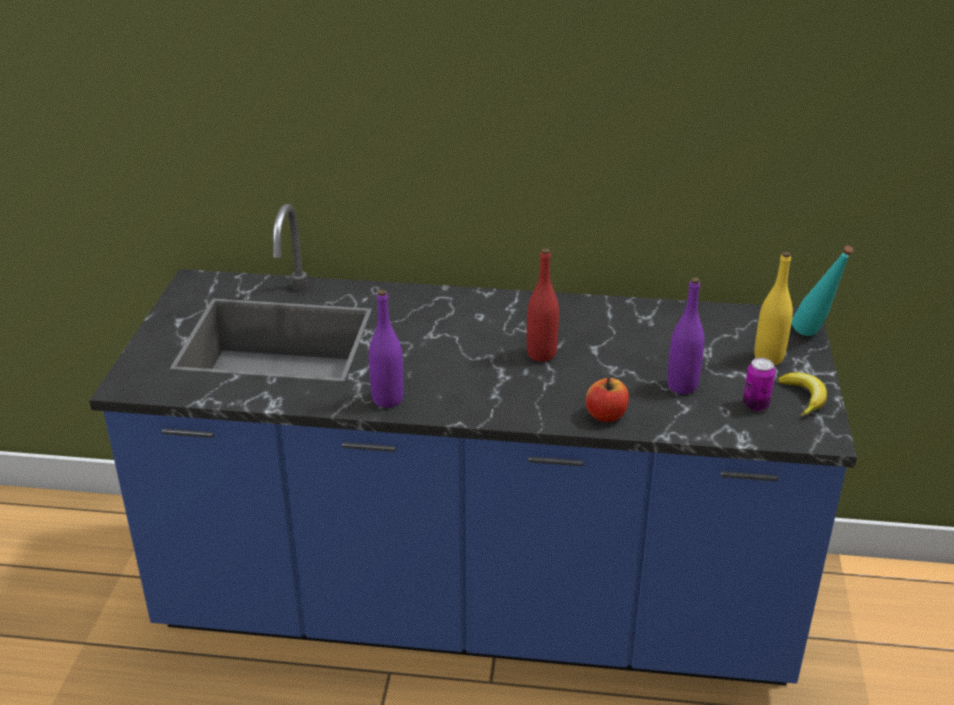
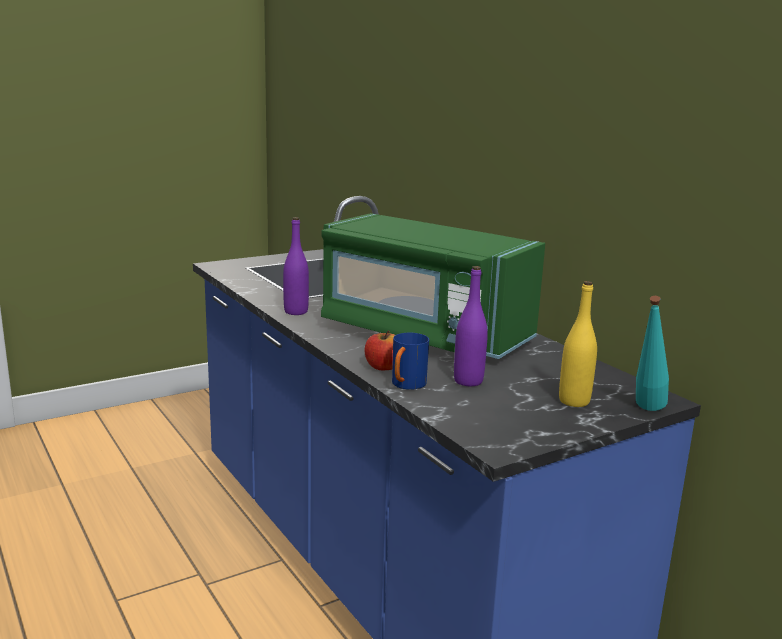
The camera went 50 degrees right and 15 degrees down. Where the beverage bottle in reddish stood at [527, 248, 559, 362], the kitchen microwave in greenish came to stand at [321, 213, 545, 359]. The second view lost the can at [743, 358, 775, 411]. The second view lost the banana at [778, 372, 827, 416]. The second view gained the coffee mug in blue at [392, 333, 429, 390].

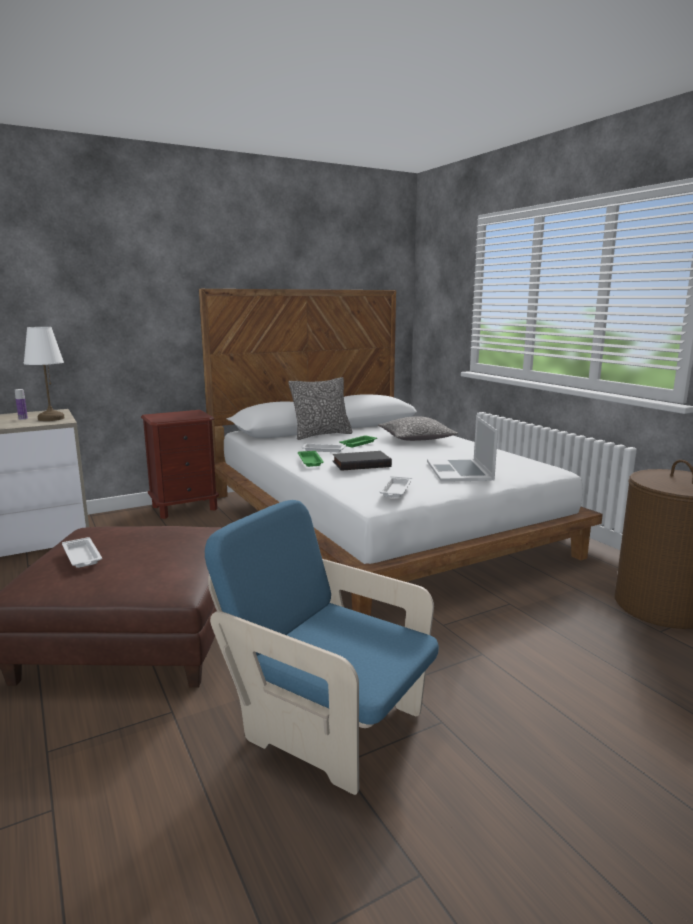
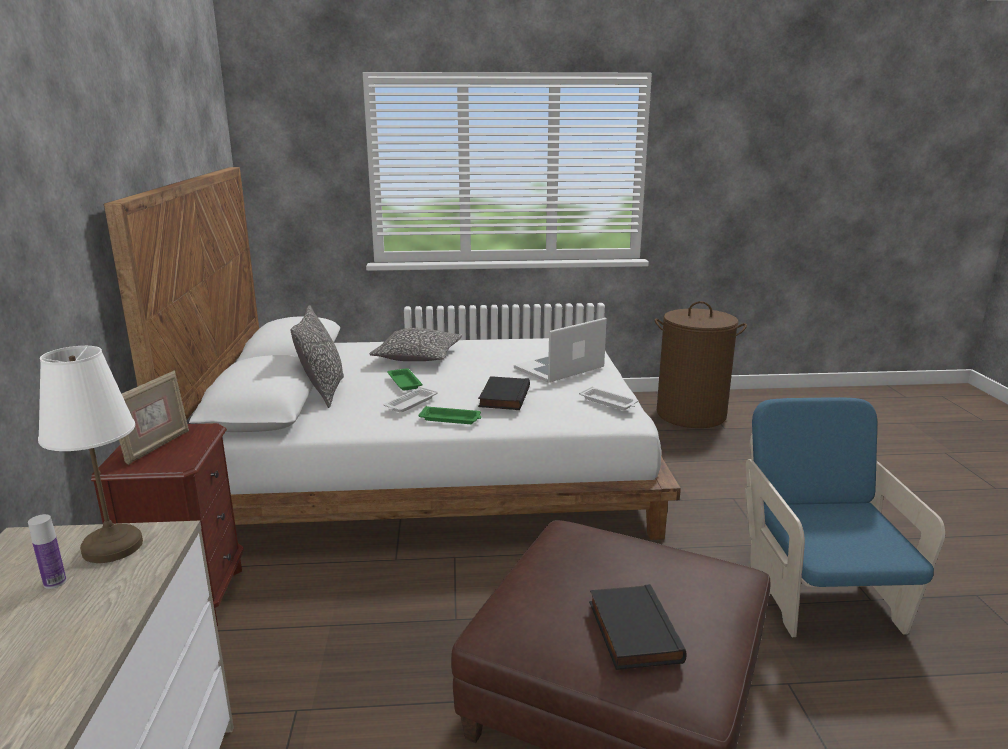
The camera went 65 degrees left and 5 degrees up. The portable computer at [427, 416, 498, 482] ended up facing another way, 120 degrees clockwise from before. The armchair in blue at [205, 500, 439, 795] ended up facing another way, 120 degrees clockwise from before. Where the serving tray in whitish stood at [62, 537, 102, 568], the book in black came to stand at [589, 584, 687, 670]. The second view gained the photo frame at [119, 371, 189, 465].

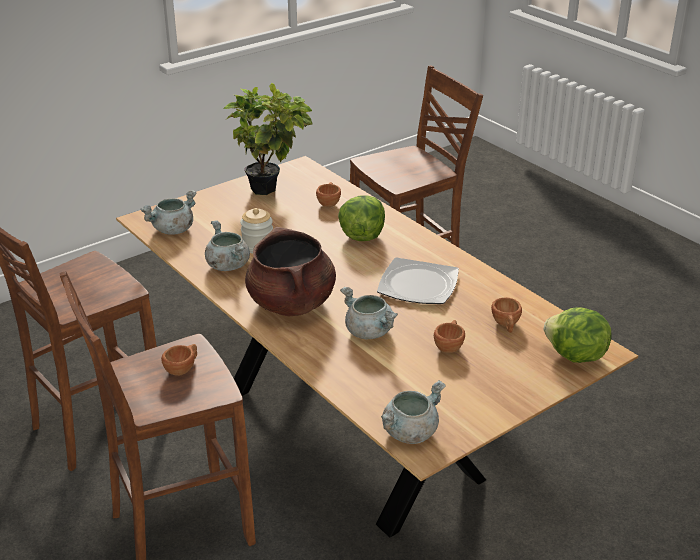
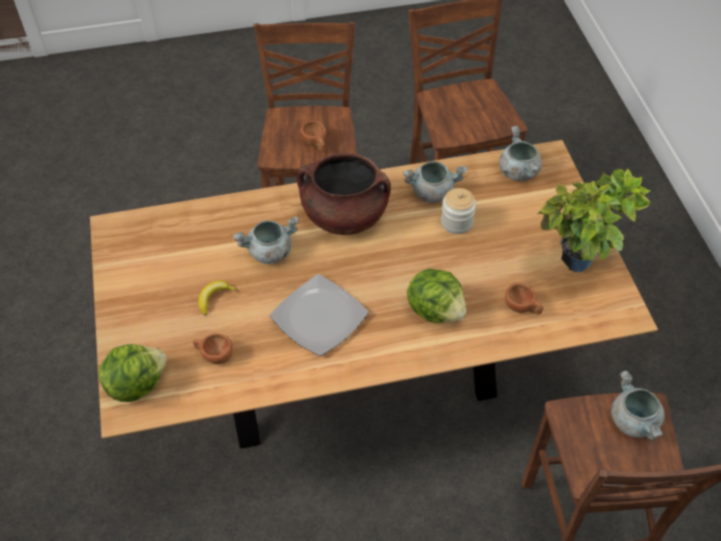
The camera went 115 degrees right and 20 degrees up. Where the drinking cup in brown stood at [434, 320, 465, 353], the banana came to stand at [198, 280, 238, 315]. The saucepot in grey ended up elsewhere, having gone from [381, 380, 445, 444] to [611, 371, 665, 441].

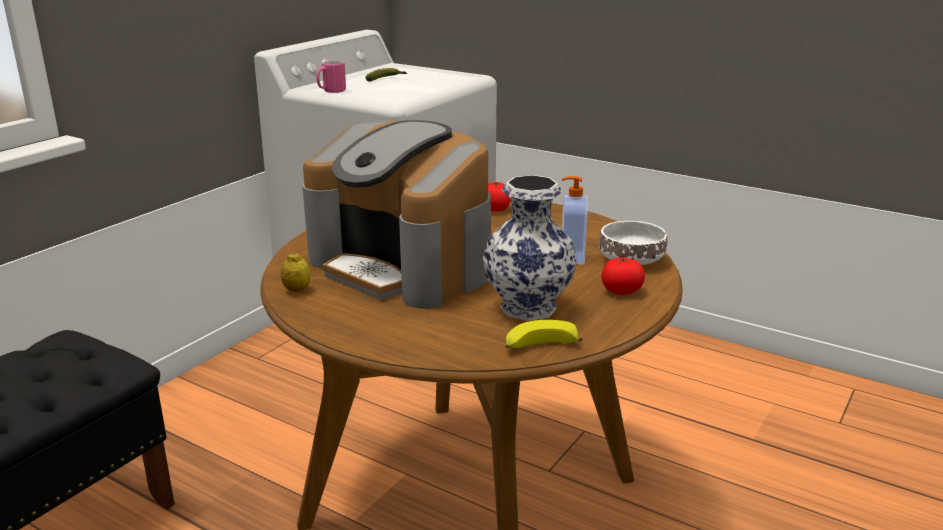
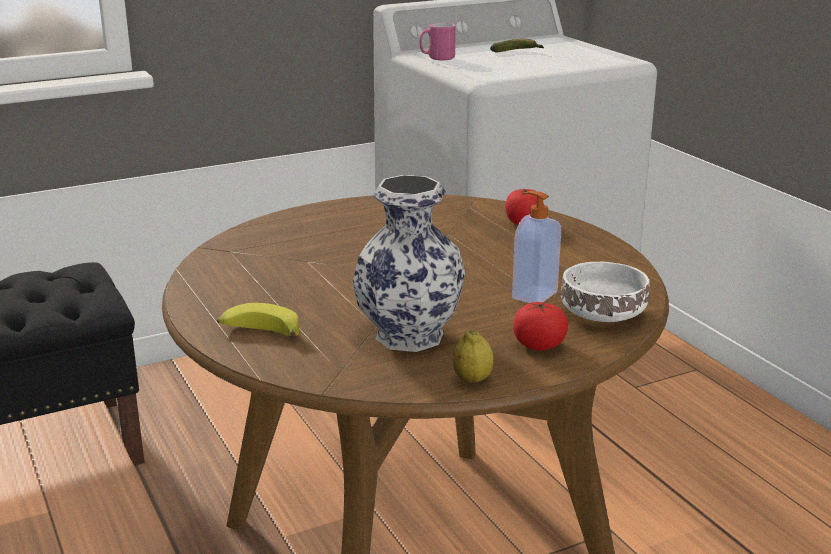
The camera went 30 degrees right and 0 degrees up. The second view lost the coffee maker at [302, 120, 491, 309]. The citrus fruit ended up elsewhere, having gone from [281, 252, 311, 292] to [453, 330, 493, 383]. The banana ended up elsewhere, having gone from [505, 320, 582, 348] to [217, 303, 299, 336].

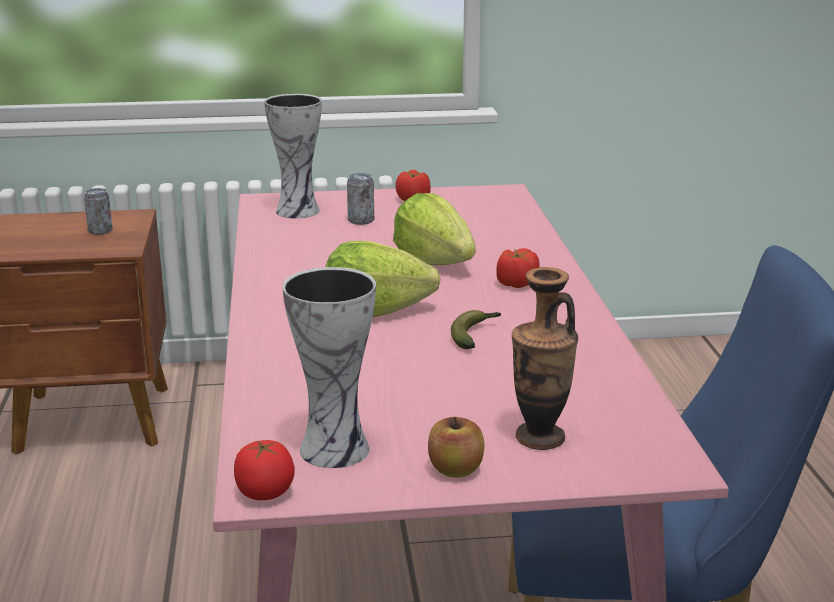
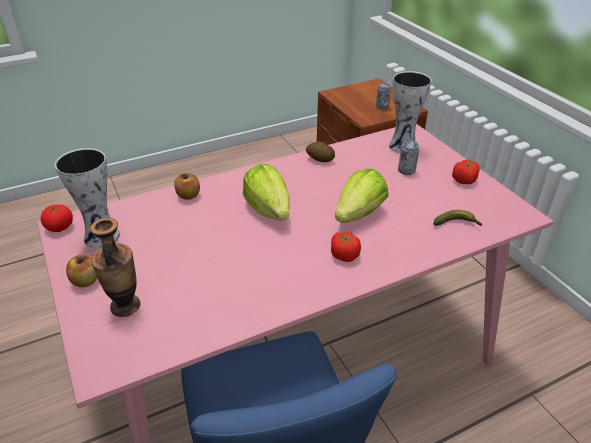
The camera went 70 degrees right and 15 degrees up. The banana ended up elsewhere, having gone from [451, 310, 501, 349] to [434, 210, 483, 226]. The second view gained the potato at [306, 142, 335, 162]. The second view gained the apple at [174, 173, 200, 200].

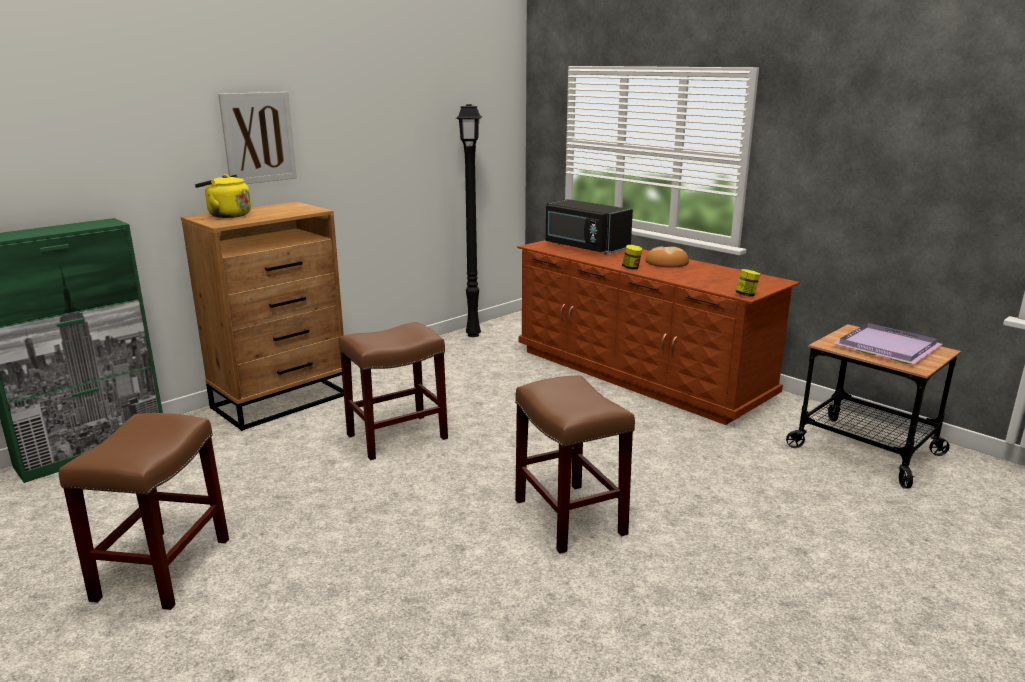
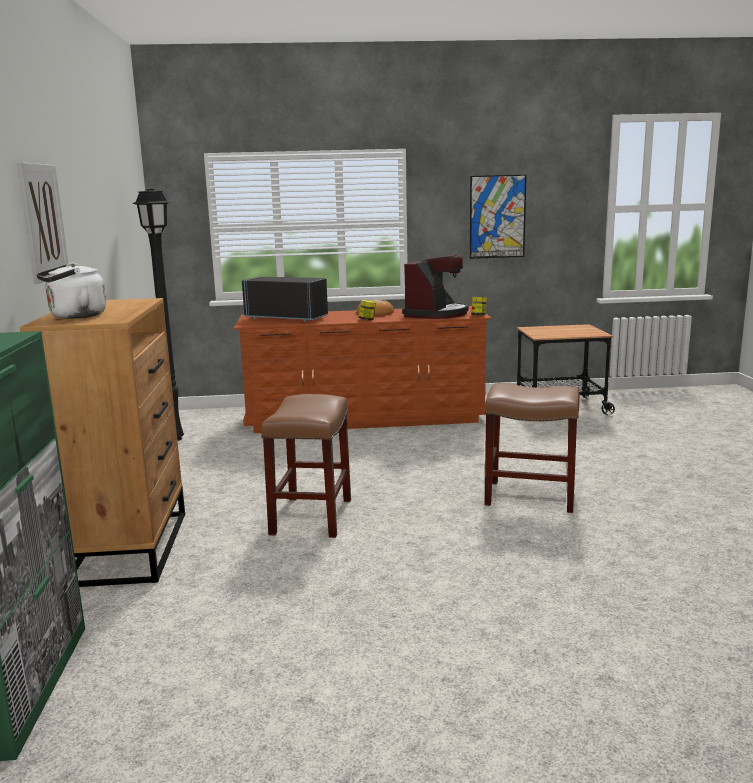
The camera went 50 degrees left and 5 degrees down. What was the tea kettle in yellowish at [195, 174, 251, 218] turned into the tea kettle in whitish at [36, 263, 106, 319]. The kitchen microwave in black at [546, 199, 633, 255] ended up facing another way, 150 degrees counterclockwise from before. The second view lost the serving tray in purple at [833, 323, 942, 364]. The second view lost the stool seat in brown at [59, 413, 229, 610]. The second view gained the wall art at [470, 175, 527, 259]. The second view gained the coffee maker at [402, 254, 469, 319].

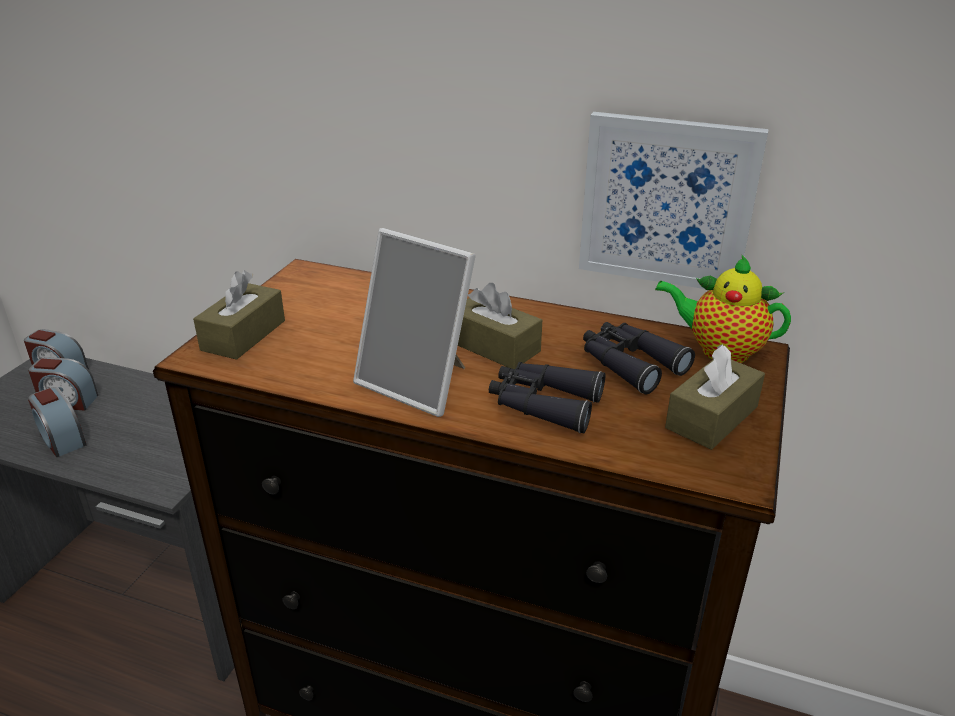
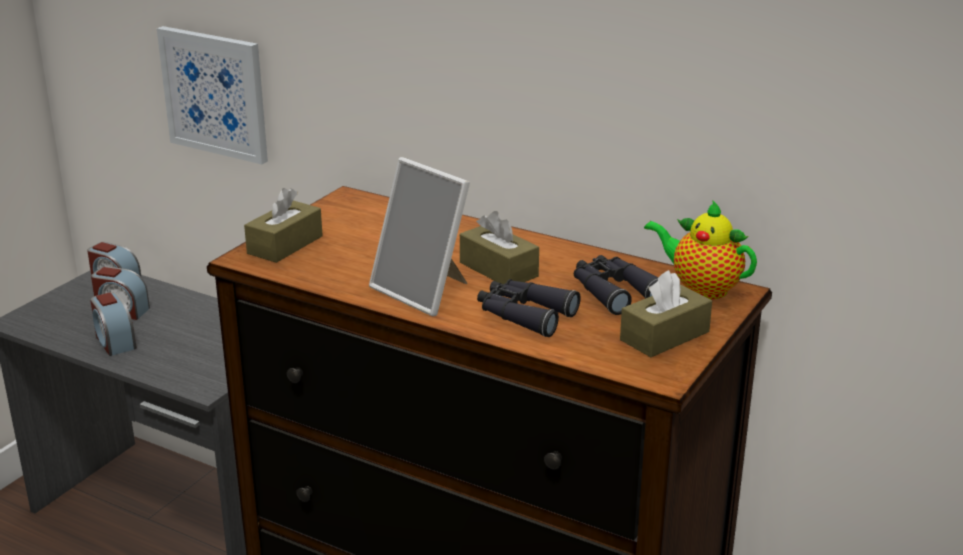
The camera went 10 degrees right and 5 degrees down. The wall art ended up elsewhere, having gone from [579, 112, 769, 289] to [157, 26, 268, 164].

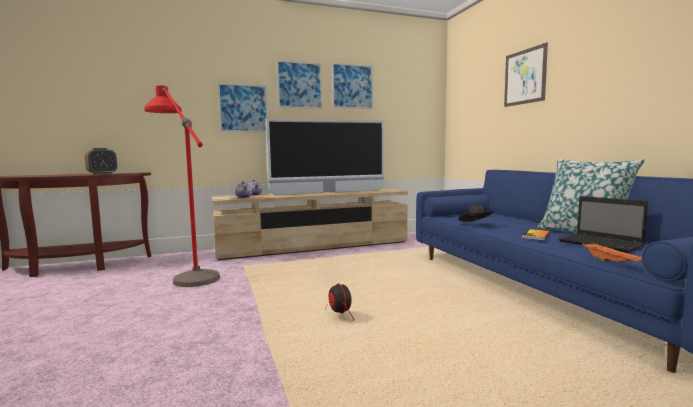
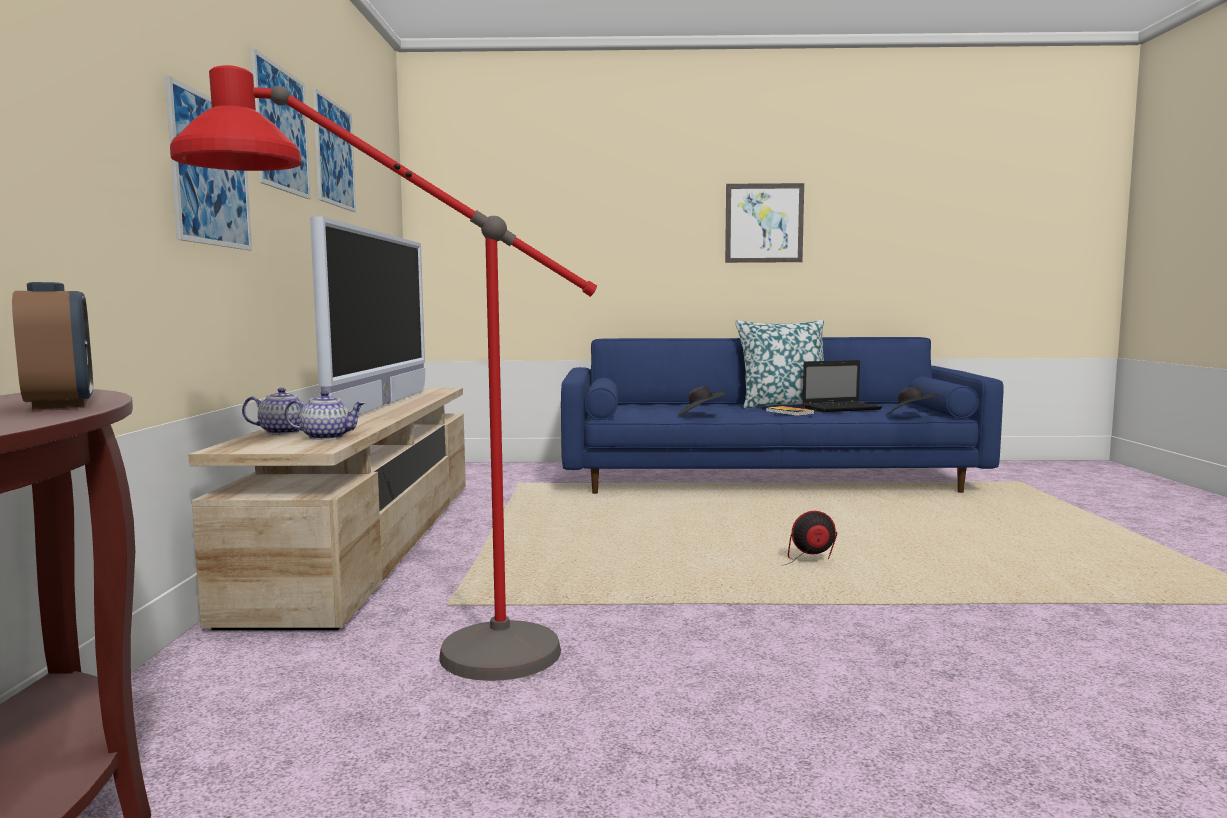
The camera went 70 degrees left and 0 degrees up. The wall art ended up elsewhere, having gone from [504, 42, 548, 107] to [725, 183, 804, 263]. Where the serving tray in orange stood at [582, 243, 642, 262], the hat in black came to stand at [887, 386, 938, 415].

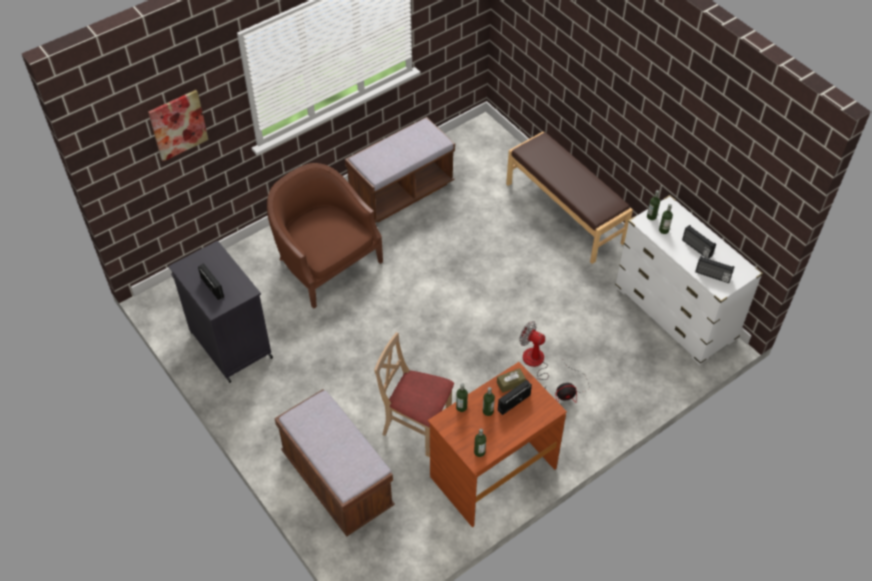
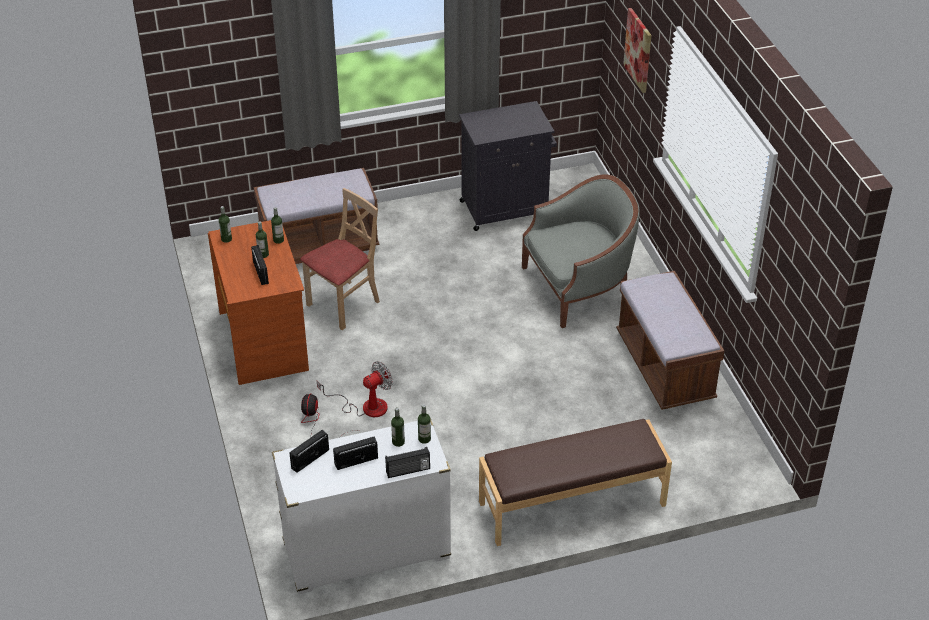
The camera went 110 degrees right and 10 degrees down. What was the armchair in brown at [267, 163, 383, 308] turned into the armchair in grey at [522, 174, 640, 328]. The radio receiver ended up elsewhere, having gone from [198, 263, 224, 300] to [385, 447, 430, 478]. The second view lost the tissue box in brown at [497, 368, 526, 393].

